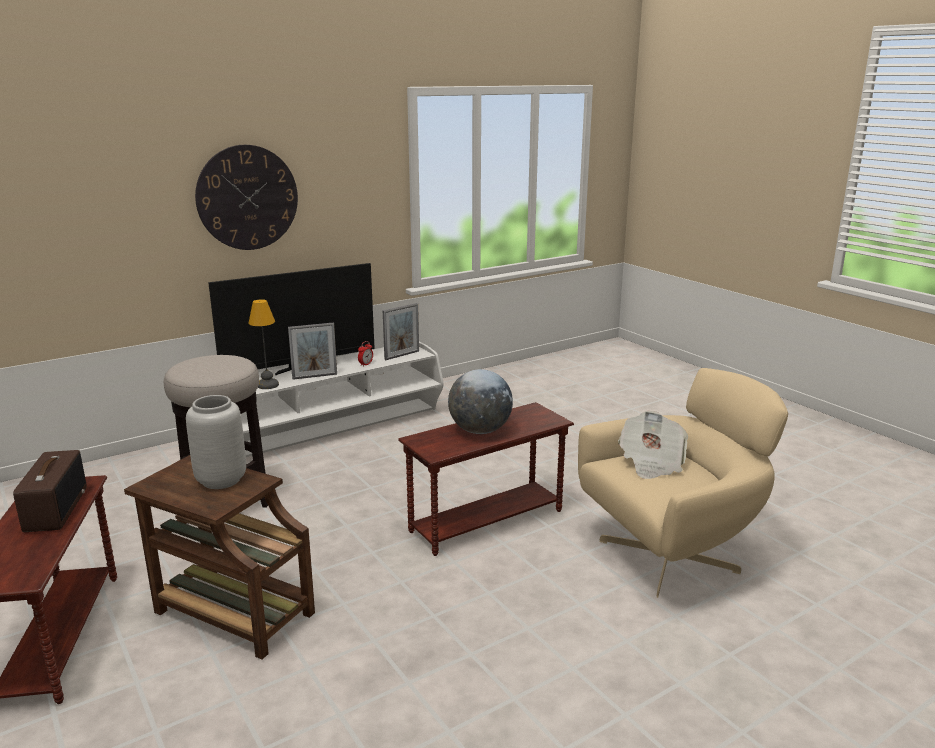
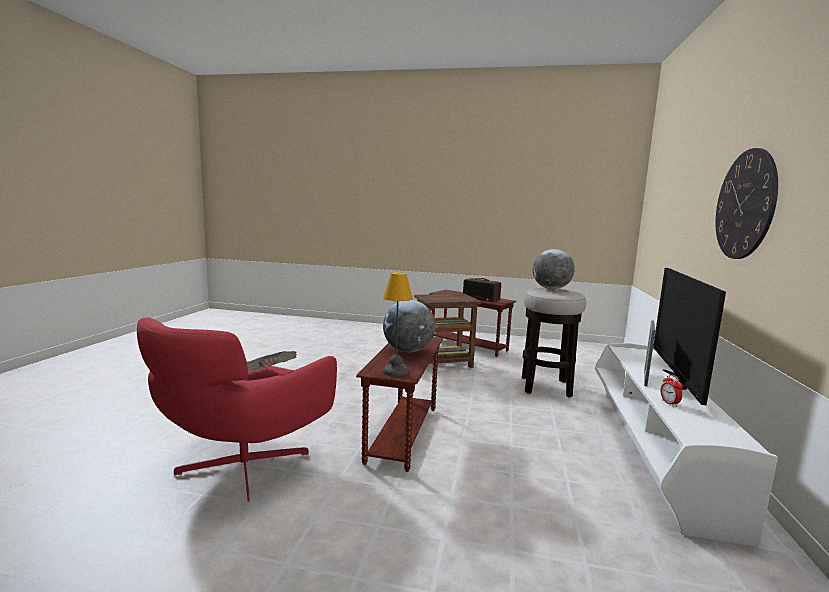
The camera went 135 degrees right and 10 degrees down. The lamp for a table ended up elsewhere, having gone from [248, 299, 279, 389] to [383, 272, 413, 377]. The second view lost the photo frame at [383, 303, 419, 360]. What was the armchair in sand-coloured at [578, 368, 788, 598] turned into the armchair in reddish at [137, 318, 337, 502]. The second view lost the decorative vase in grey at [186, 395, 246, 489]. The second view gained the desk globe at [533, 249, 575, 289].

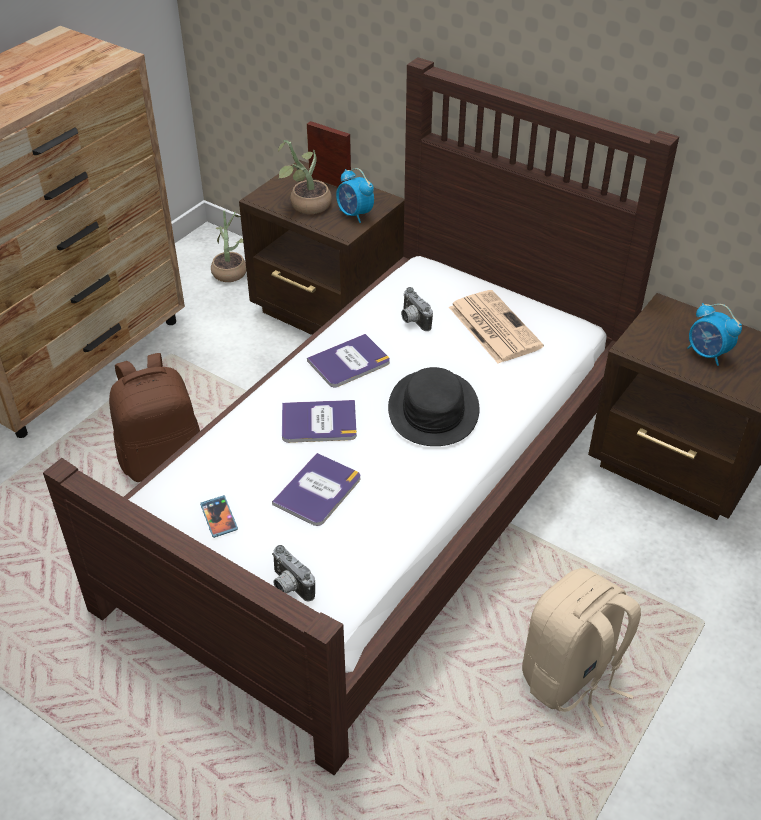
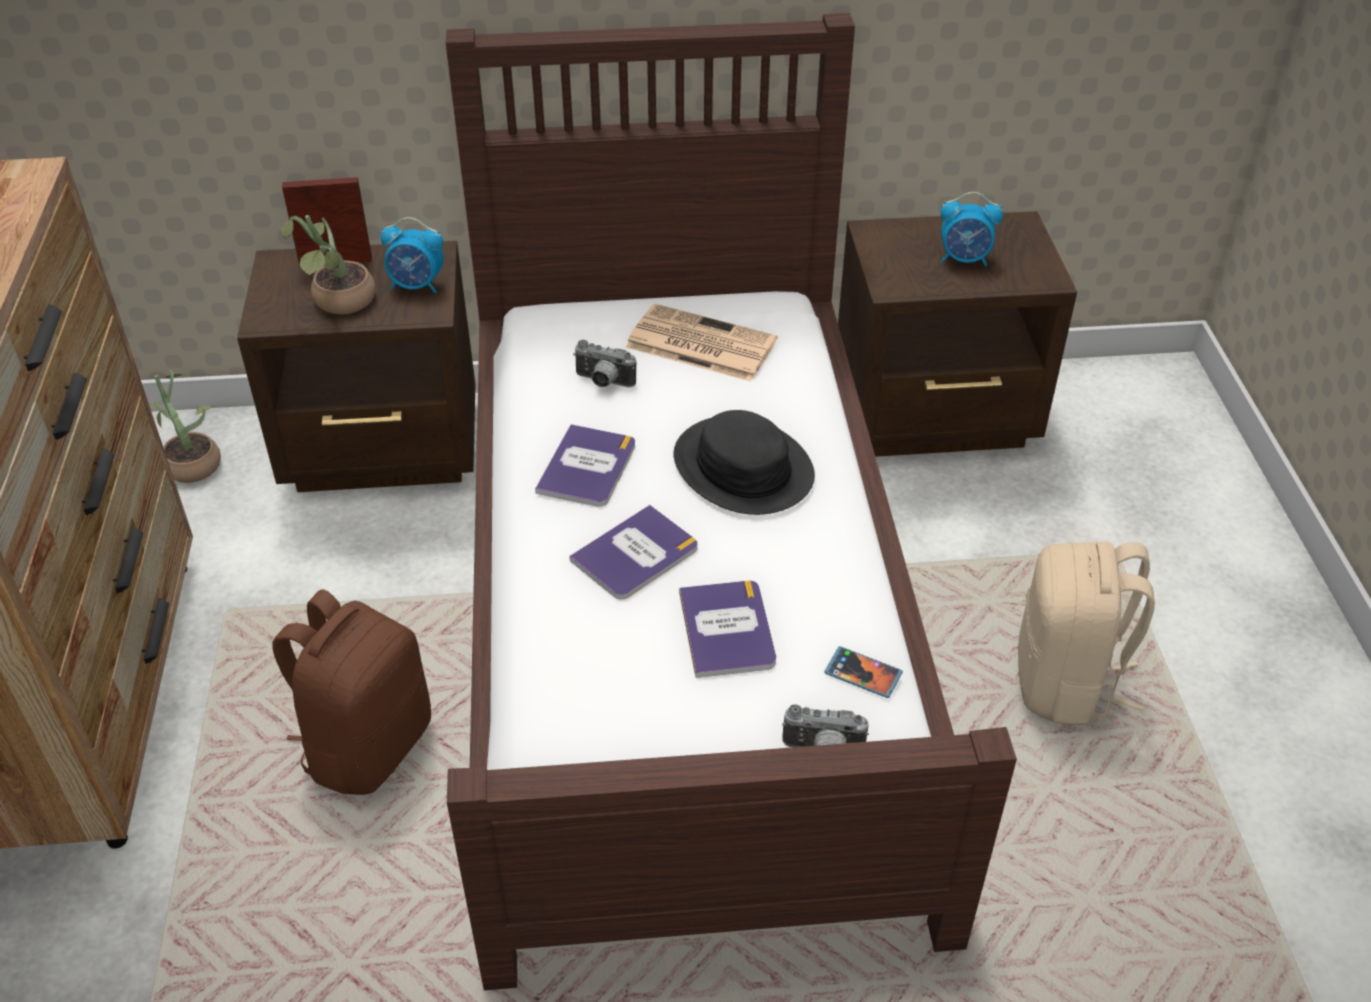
The camera went 40 degrees left and 0 degrees up. The handset ended up elsewhere, having gone from [200, 495, 238, 538] to [824, 646, 903, 698].

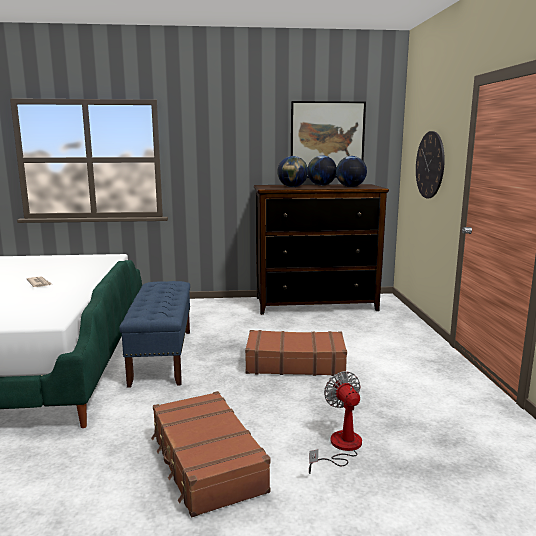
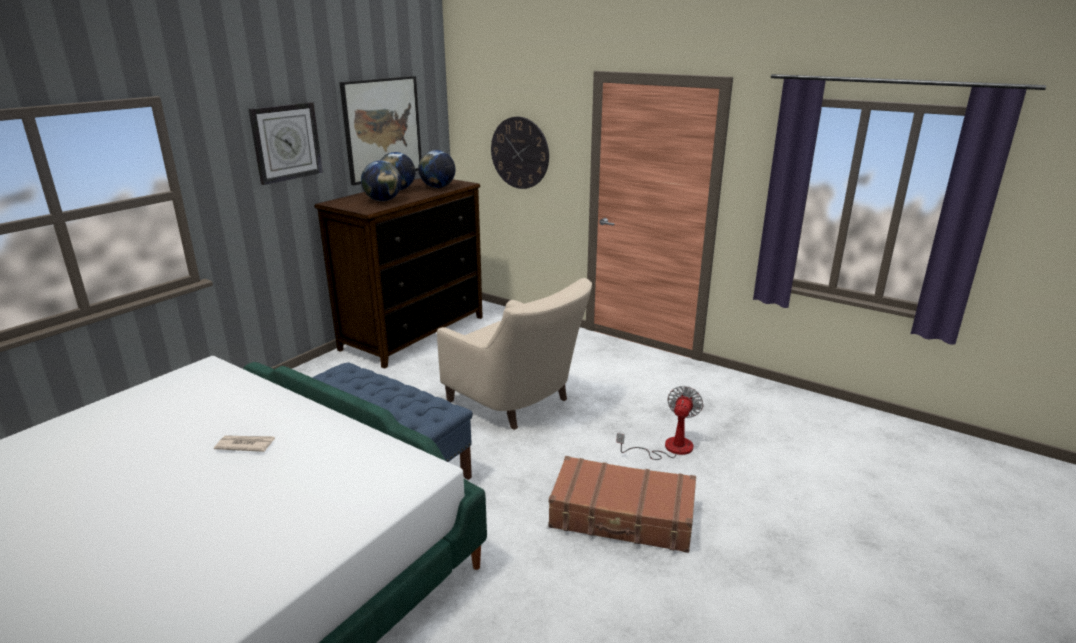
The camera went 50 degrees left and 10 degrees up. Where the piece of luggage in brown stood at [245, 330, 347, 376], the armchair in sand-coloured came to stand at [437, 278, 592, 430]. The cooling fan at [309, 371, 362, 474] ended up facing another way, 90 degrees clockwise from before. The second view gained the hanging clock at [248, 102, 323, 185].

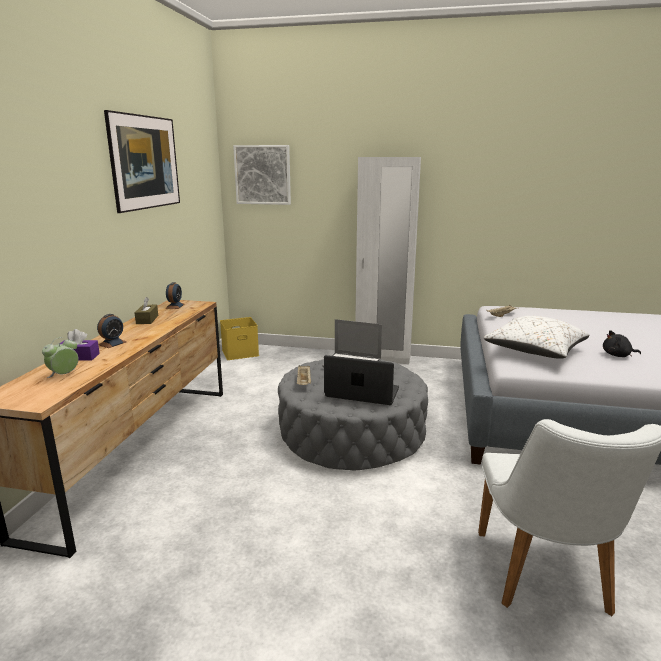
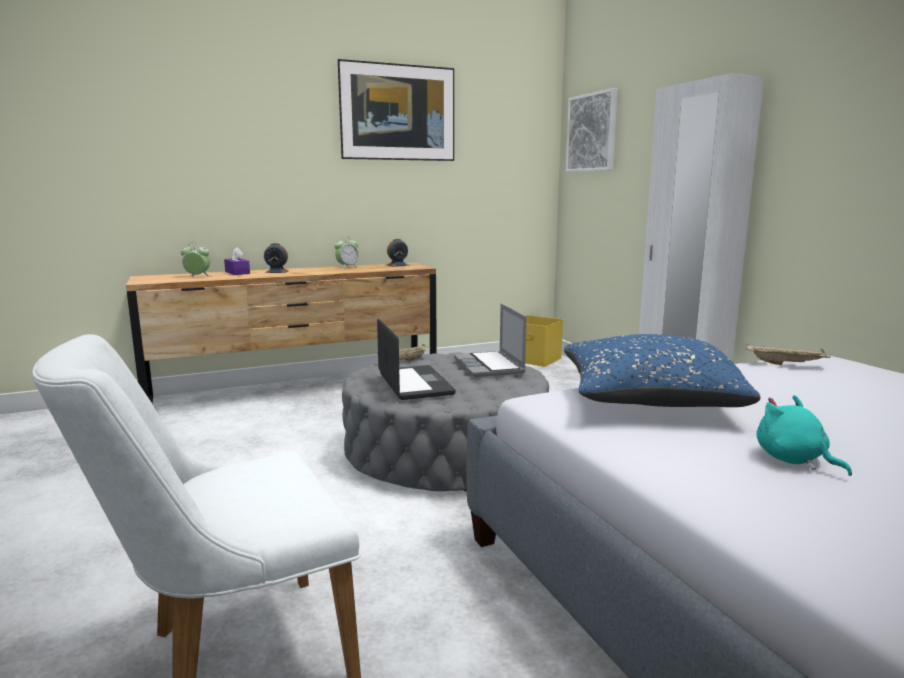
The camera went 55 degrees right and 5 degrees down. Where the tissue box in brown stood at [135, 297, 158, 324], the table clock came to stand at [334, 237, 359, 269]. What was the pillow in whitish at [484, 316, 589, 359] turned into the pillow in blue at [564, 334, 761, 407]. What was the cuddly toy in black at [603, 330, 641, 357] turned into the cuddly toy in turquoise-coloured at [757, 395, 852, 476].

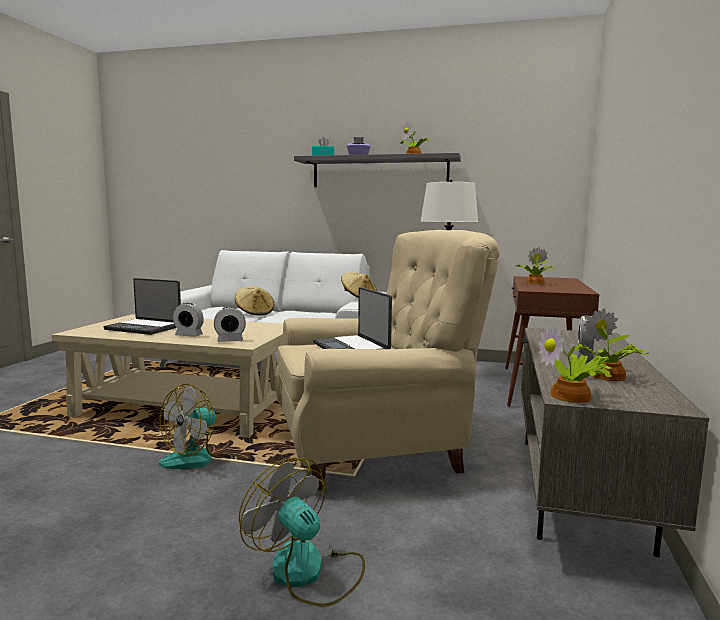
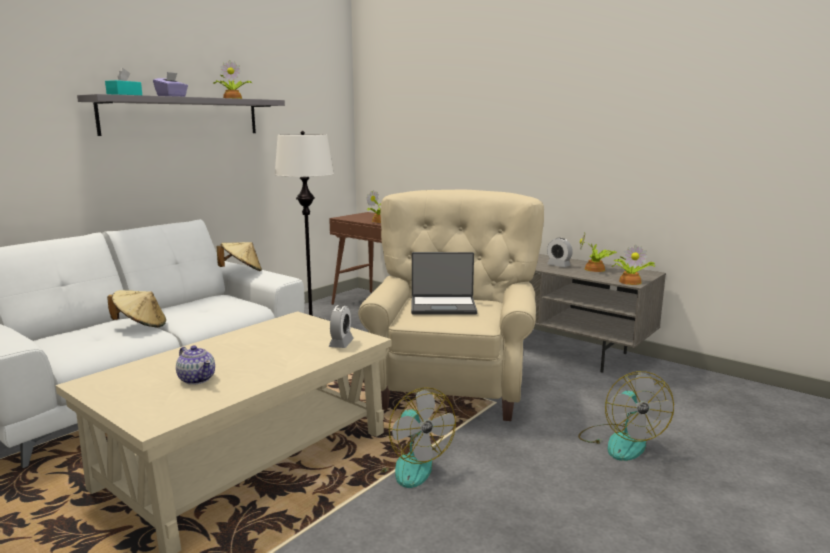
The camera went 65 degrees left and 5 degrees up. Where the portable computer stood at [104, 278, 181, 335], the teapot came to stand at [176, 345, 215, 385]. The second view lost the table clock at [173, 303, 204, 337]. The cooling fan at [239, 458, 365, 607] ended up facing another way, 75 degrees counterclockwise from before.

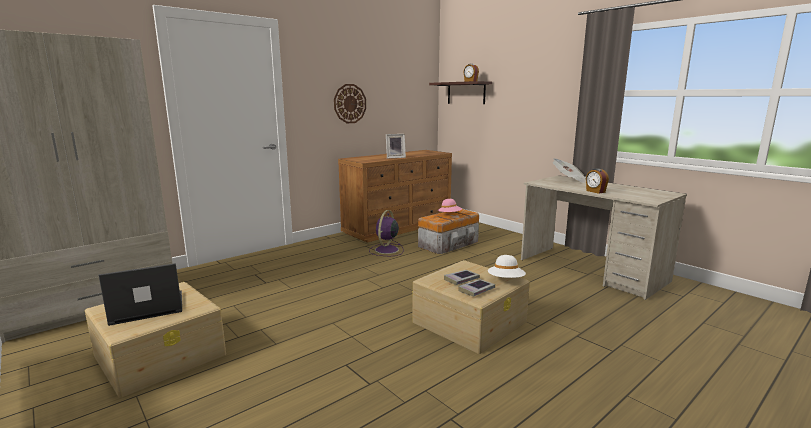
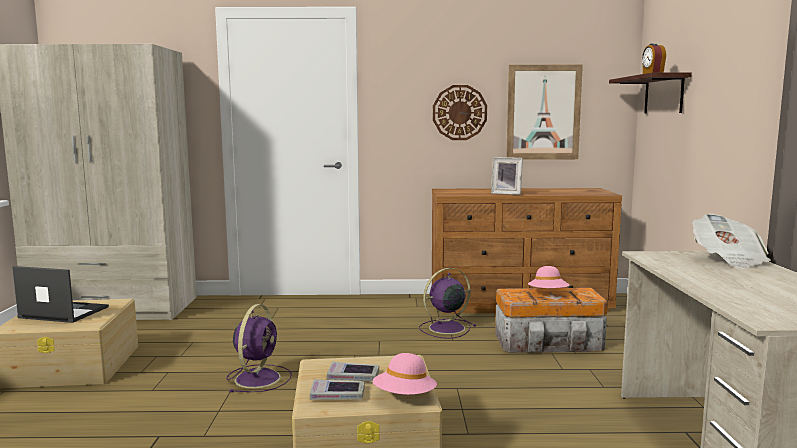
The camera went 40 degrees right and 5 degrees down. The second view lost the table clock at [586, 168, 609, 194]. What was the hat in whitish at [488, 255, 526, 278] turned into the hat in pinkish at [373, 353, 437, 395]. The second view gained the wall art at [506, 65, 583, 160]. The second view gained the cooling fan in purple at [226, 304, 292, 392].

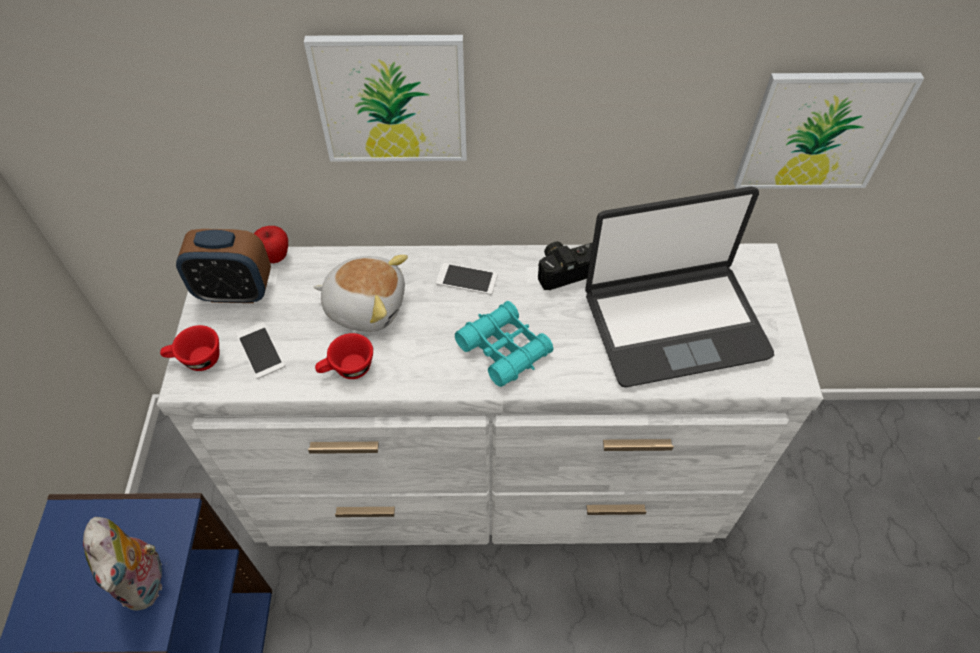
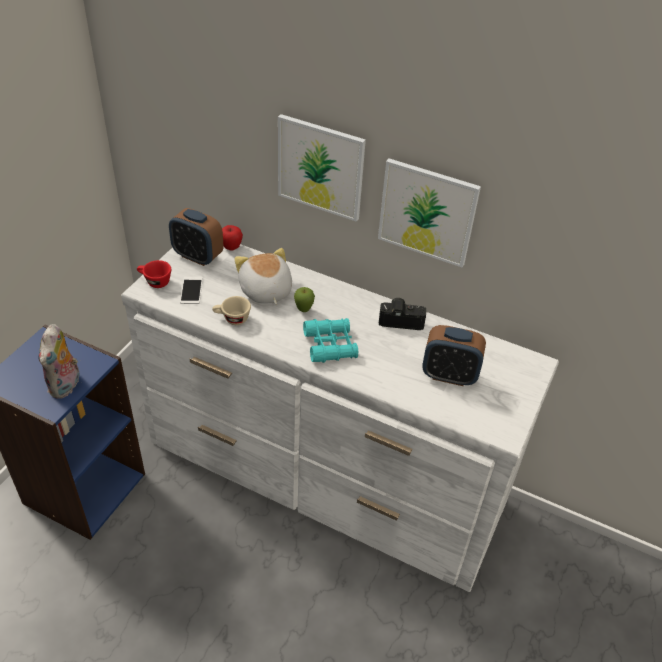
The camera went 25 degrees right and 10 degrees down. The wall art ended up elsewhere, having gone from [734, 72, 924, 189] to [378, 158, 481, 267]. Where the portable computer stood at [585, 187, 774, 387], the table clock came to stand at [422, 325, 486, 386]. The cuddly toy at [314, 255, 408, 332] ended up facing another way, 150 degrees counterclockwise from before. The second view lost the handset at [436, 263, 498, 295]. What was the drinking cup in reddish at [315, 333, 373, 379] turned into the drinking cup in sand-coloured at [212, 296, 251, 325]. The second view gained the apple at [294, 287, 315, 312].

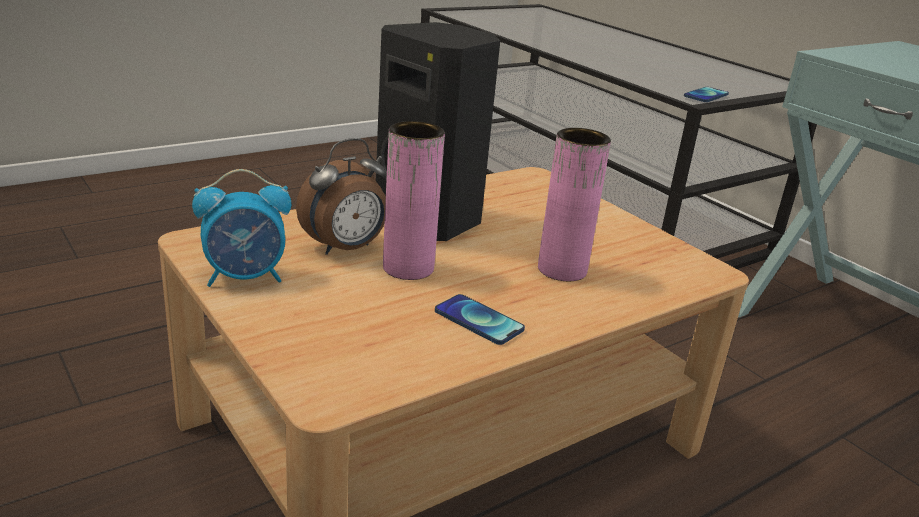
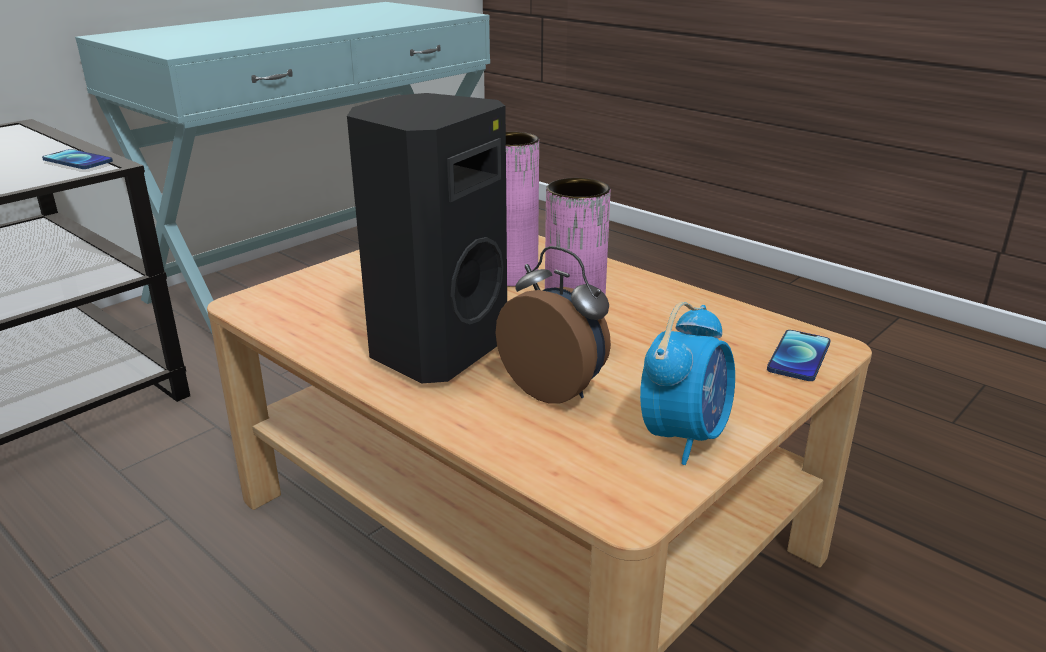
The camera went 100 degrees left and 0 degrees up. The table clock at [192, 169, 291, 287] ended up facing another way, 60 degrees clockwise from before. The handset ended up elsewhere, having gone from [435, 294, 525, 345] to [767, 330, 831, 381].

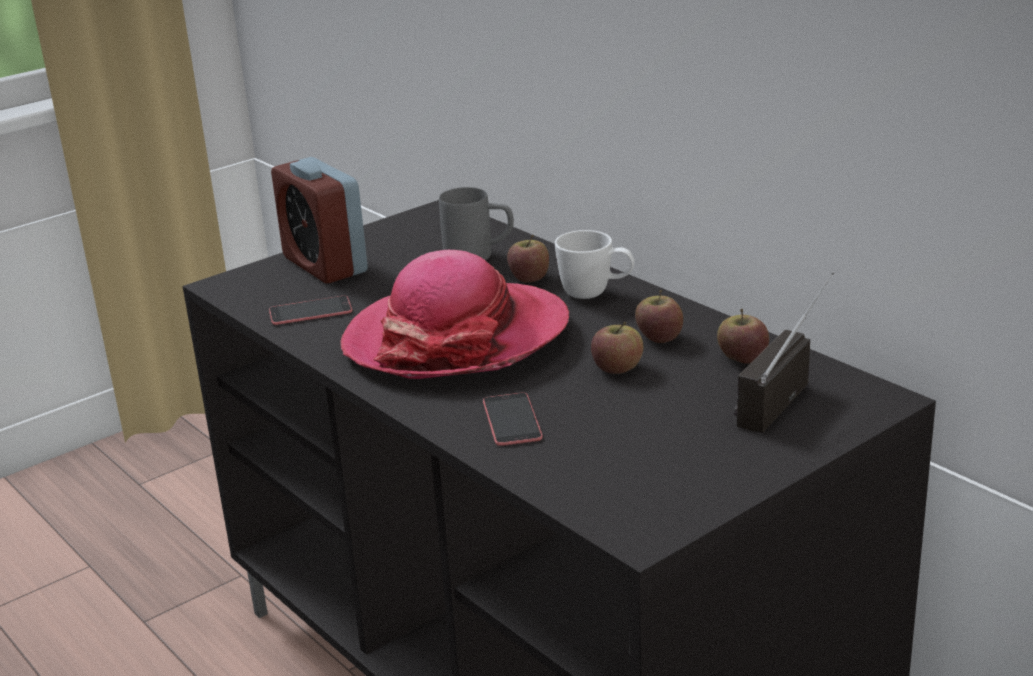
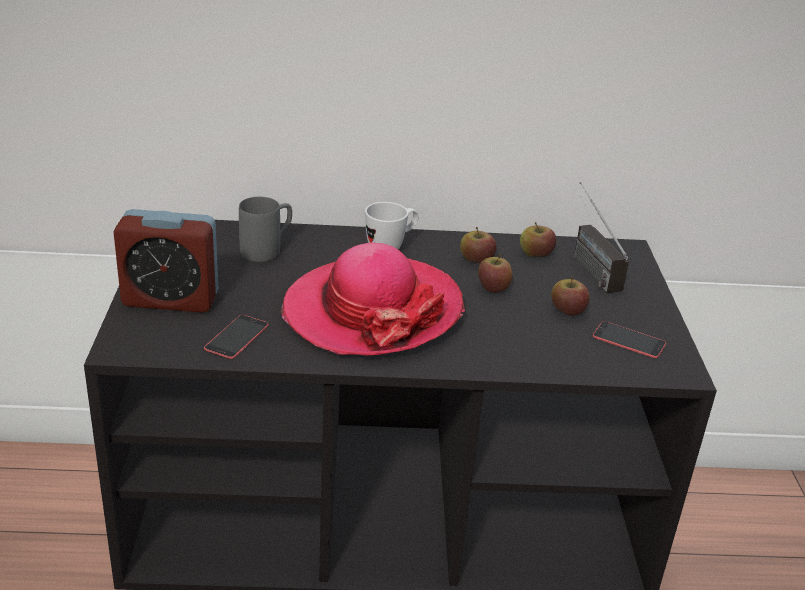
The camera went 55 degrees left and 5 degrees up. The apple ended up elsewhere, having gone from [507, 235, 549, 283] to [551, 275, 590, 316]. The handset ended up elsewhere, having gone from [483, 392, 543, 446] to [593, 321, 666, 358].

